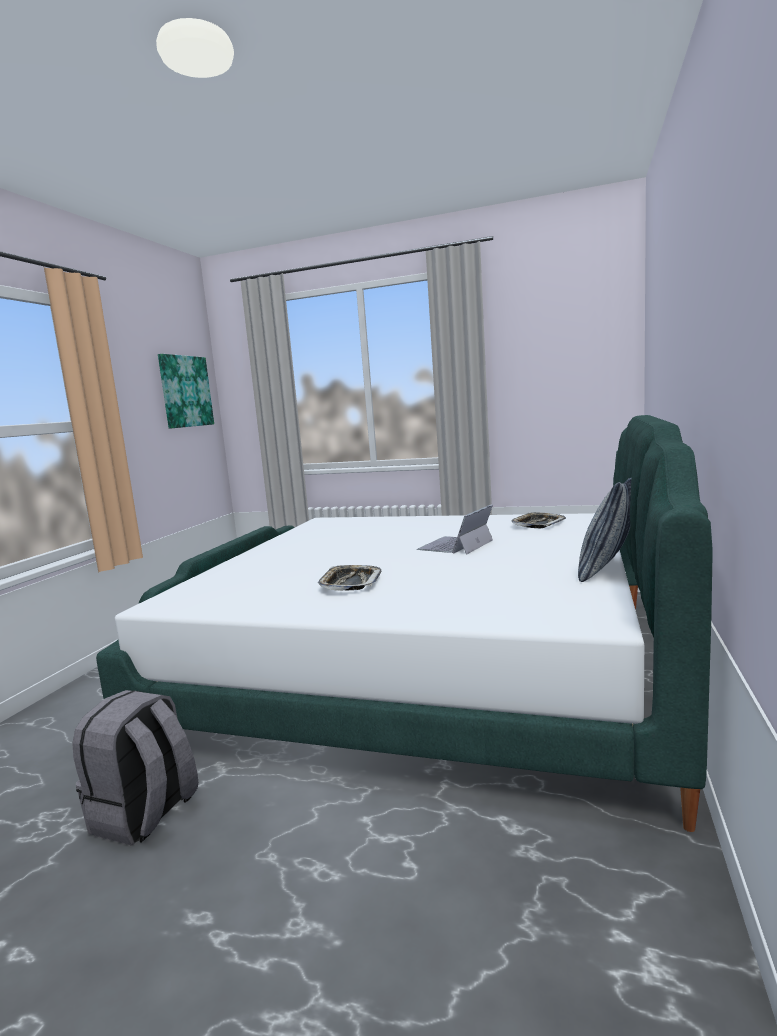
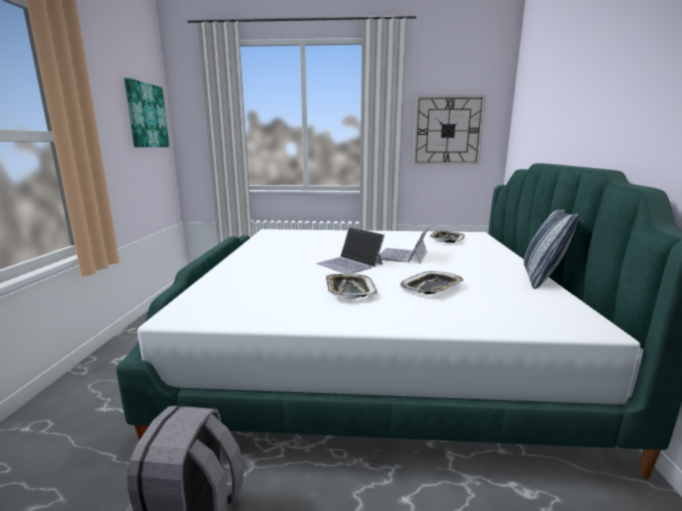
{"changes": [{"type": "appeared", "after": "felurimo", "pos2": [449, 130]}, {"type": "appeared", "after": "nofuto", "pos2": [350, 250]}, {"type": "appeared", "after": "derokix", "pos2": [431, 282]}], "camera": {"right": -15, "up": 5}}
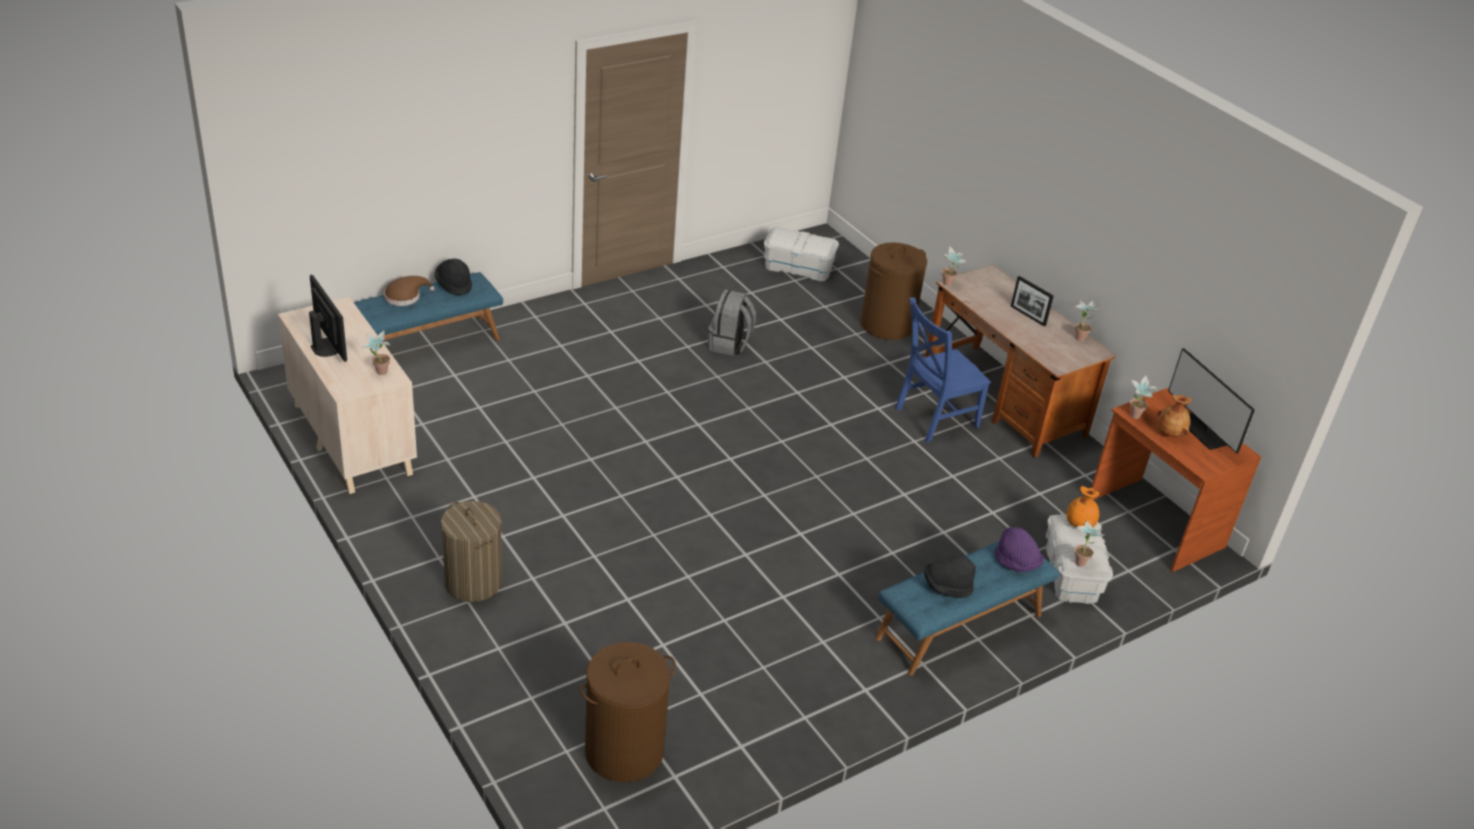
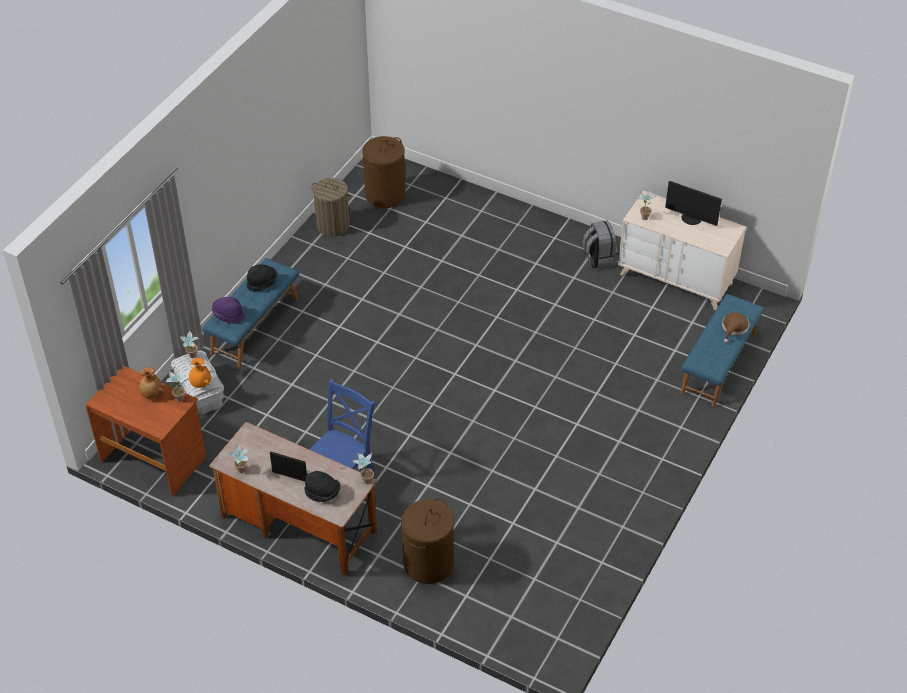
{"changes": [{"type": "missing", "before": "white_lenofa", "pos1": [801, 254]}, {"type": "relocated", "before": "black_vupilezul", "pos1": [453, 276], "pos2": [322, 486]}, {"type": "relocated", "before": "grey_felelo", "pos1": [732, 322], "pos2": [601, 244]}, {"type": "missing", "before": "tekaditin", "pos1": [1211, 400]}, {"type": "relocated", "before": "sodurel", "pos1": [471, 551], "pos2": [330, 207]}], "camera": {"right": 155, "up": 10}}
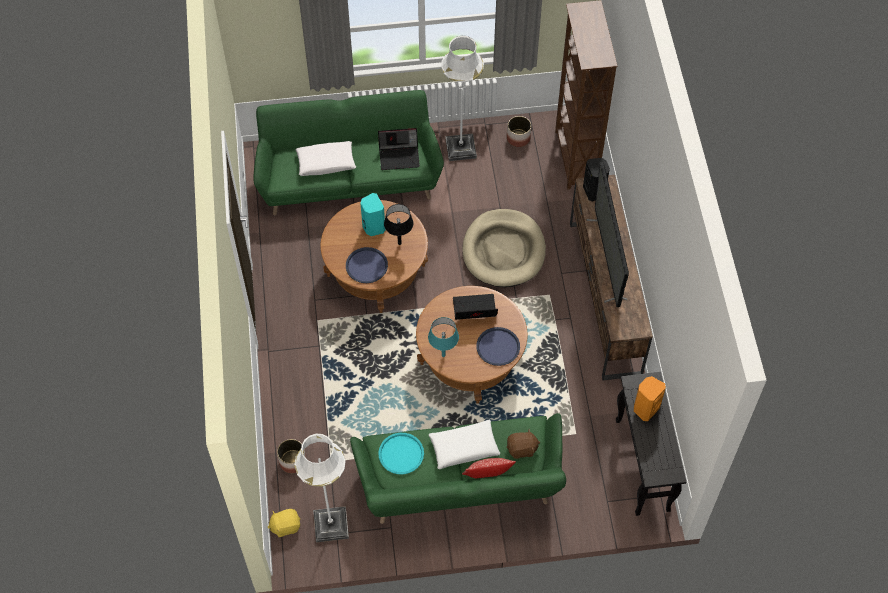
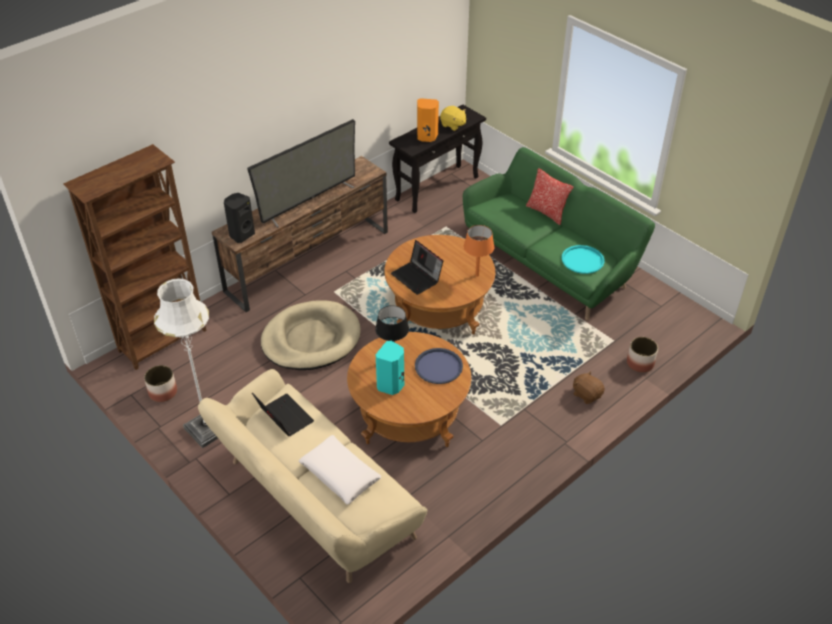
{"changes": [{"type": "colour", "before": "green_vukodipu", "after": "beige_vukodipu", "pos1": [349, 152], "pos2": [313, 476]}, {"type": "colour", "before": "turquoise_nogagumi", "after": "orange_nogagumi", "pos1": [443, 337], "pos2": [479, 250]}, {"type": "missing", "before": "blue_derokix", "pos1": [498, 346]}, {"type": "missing", "before": "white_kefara", "pos1": [464, 444]}, {"type": "relocated", "before": "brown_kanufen", "pos1": [523, 444], "pos2": [589, 387]}, {"type": "missing", "before": "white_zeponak", "pos1": [321, 488]}, {"type": "relocated", "before": "yellow_kanufen", "pos1": [284, 523], "pos2": [453, 118]}], "camera": {"right": -125, "up": -15}}
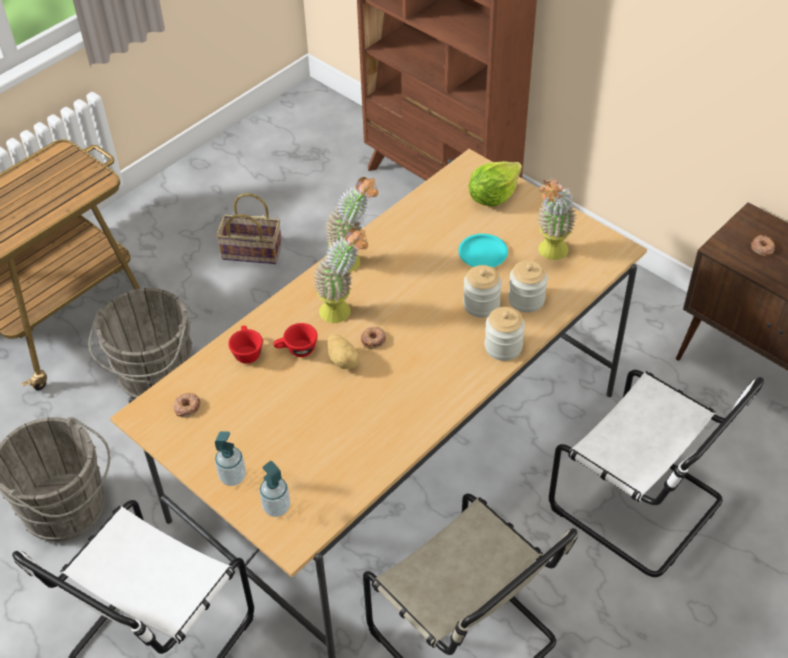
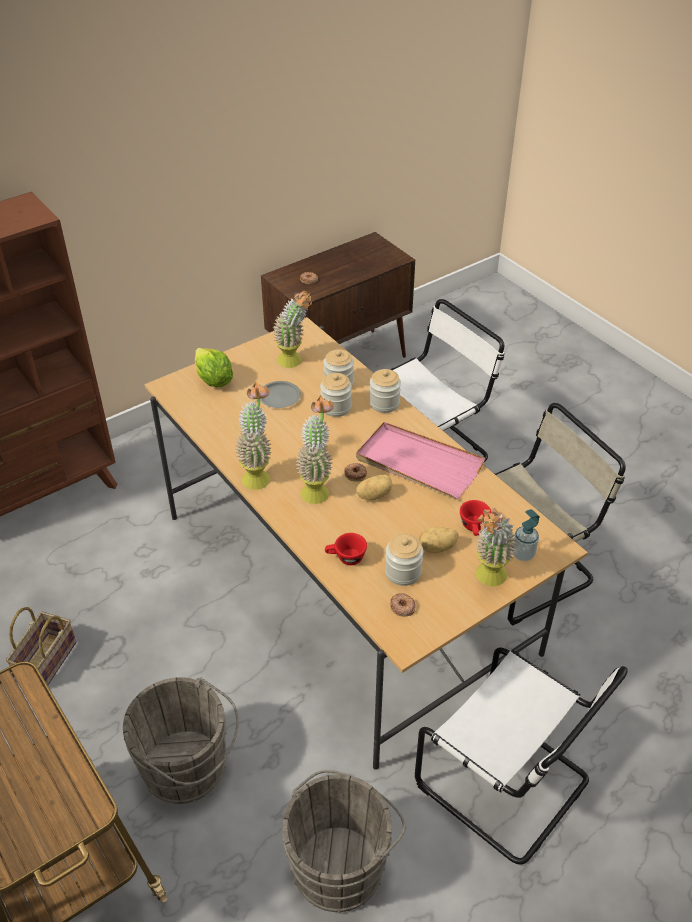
{"changes": [{"type": "colour", "before": "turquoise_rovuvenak", "after": "grey_rovuvenak", "pos1": [483, 250], "pos2": [280, 394]}, {"type": "relocated", "before": "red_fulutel", "pos1": [295, 340], "pos2": [475, 518]}, {"type": "exchanged", "before": "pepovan", "after": "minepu", "pos1": [230, 458], "pos2": [496, 547]}, {"type": "appeared", "after": "pink_derokix", "pos2": [420, 460]}, {"type": "appeared", "after": "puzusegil", "pos2": [439, 540]}, {"type": "appeared", "after": "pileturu", "pos2": [404, 560]}], "camera": {"right": -80, "up": -5}}
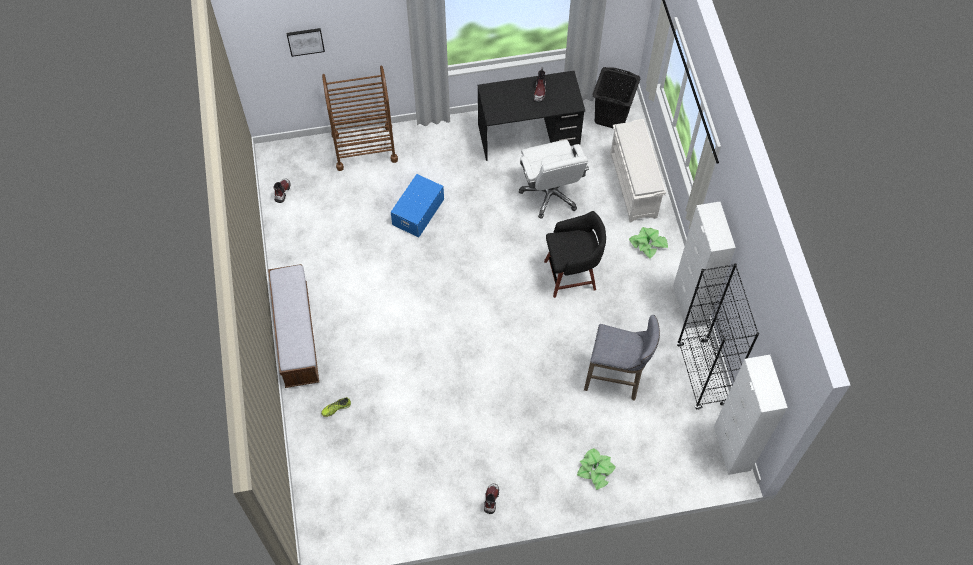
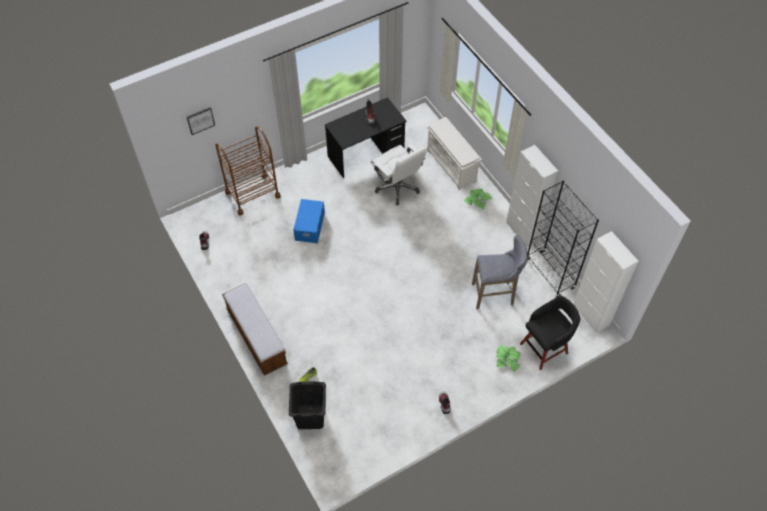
{"changes": [{"type": "relocated", "before": "black_sodurel", "pos1": [616, 97], "pos2": [307, 405]}, {"type": "relocated", "before": "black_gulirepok", "pos1": [575, 254], "pos2": [550, 332]}], "camera": {"right": -20, "up": -5}}
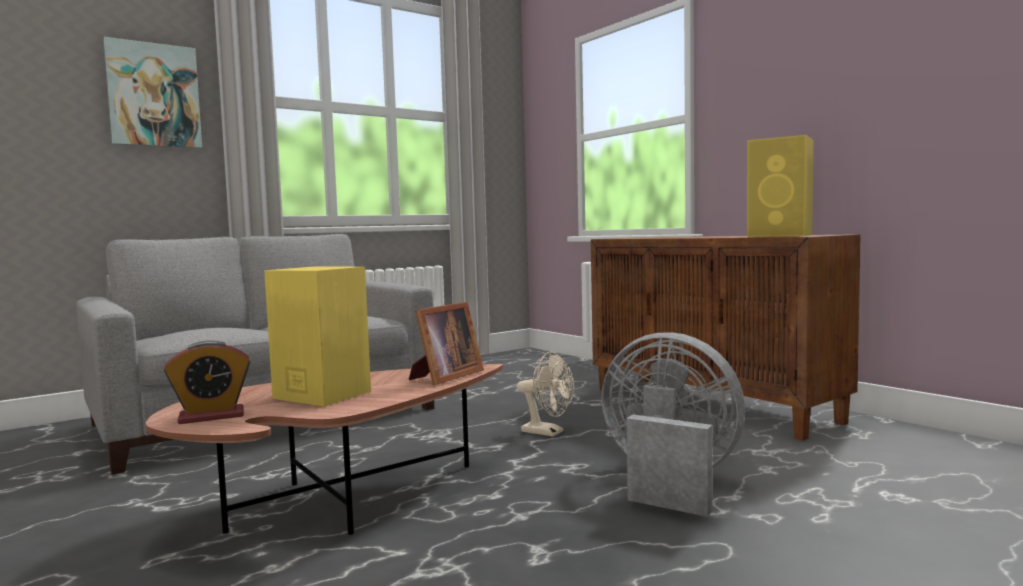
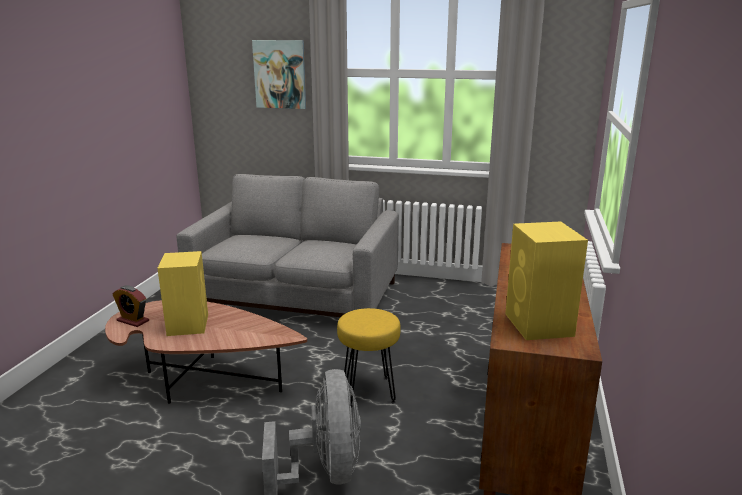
{"changes": [{"type": "missing", "before": "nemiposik", "pos1": [446, 343]}, {"type": "exchanged", "before": "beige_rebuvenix", "after": "yellow_gulirepok", "pos1": [545, 394], "pos2": [369, 357]}], "camera": {"right": 50, "up": 15}}
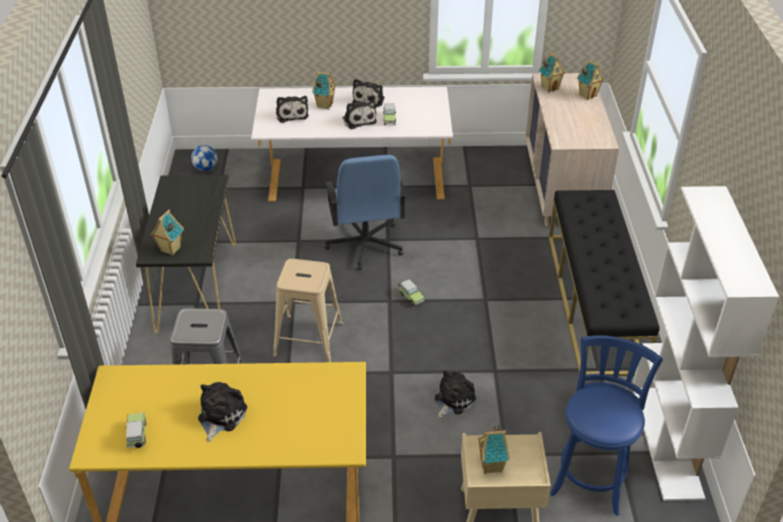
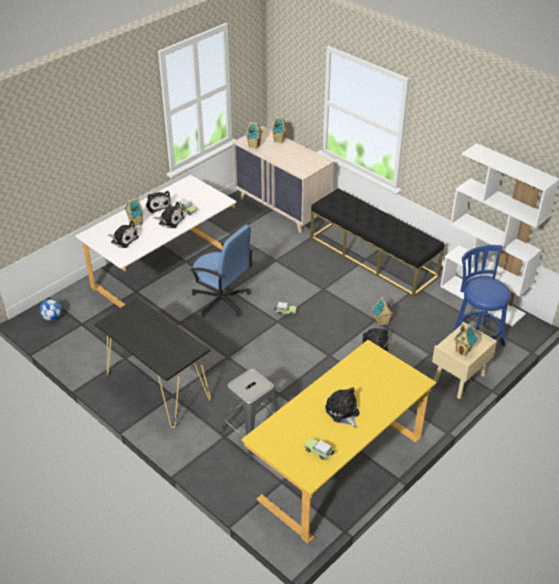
{"changes": [{"type": "relocated", "before": "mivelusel", "pos1": [167, 233], "pos2": [382, 311]}, {"type": "missing", "before": "beige_gulirepok", "pos1": [308, 310]}], "camera": {"right": -45, "up": 0}}
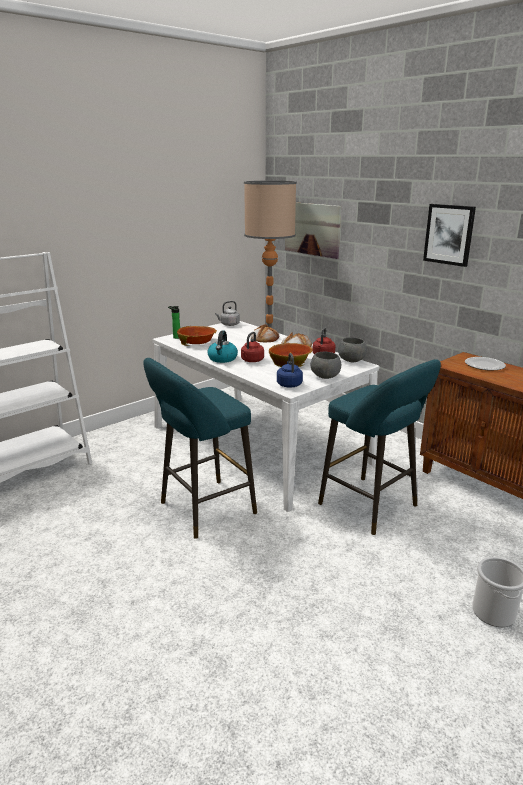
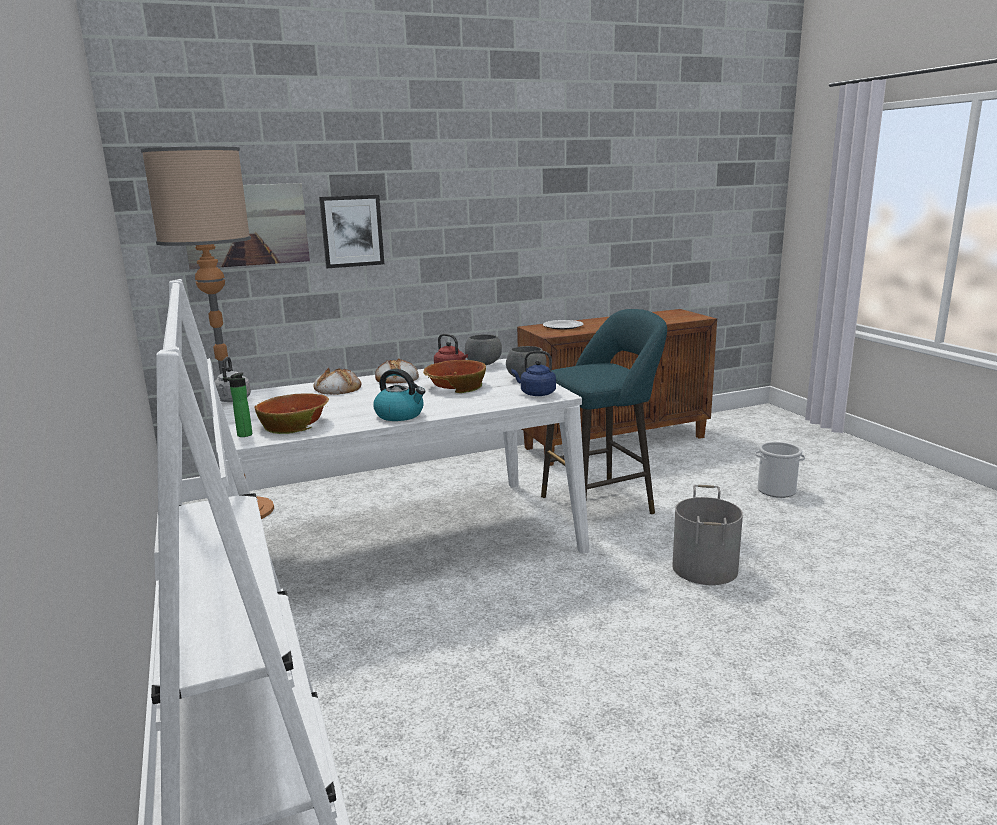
{"changes": [{"type": "relocated", "before": "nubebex", "pos1": [449, 235], "pos2": [351, 231]}, {"type": "missing", "before": "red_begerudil", "pos1": [252, 347]}, {"type": "missing", "before": "turquoise_gulirepok", "pos1": [200, 448]}, {"type": "appeared", "after": "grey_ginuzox", "pos2": [707, 535]}], "camera": {"right": -70, "up": -5}}
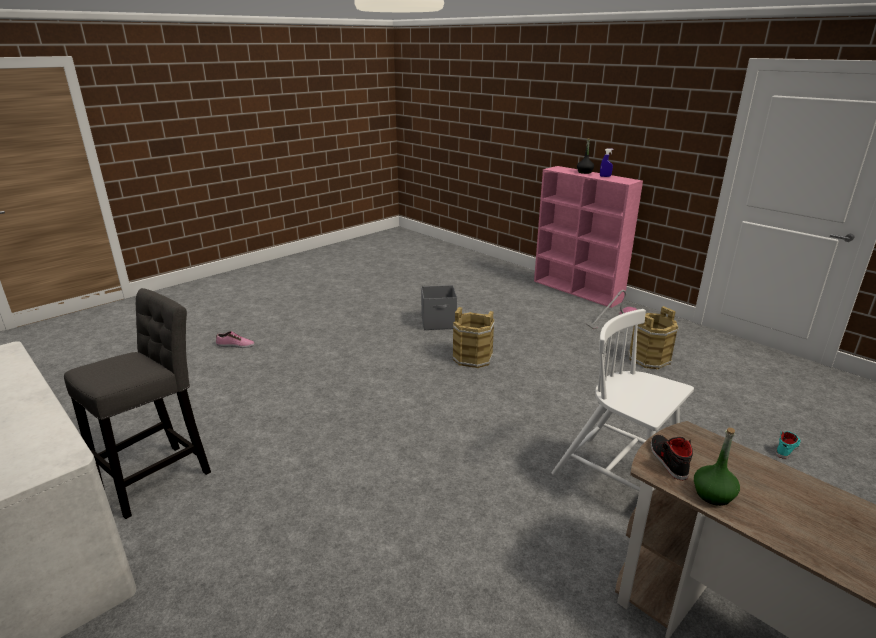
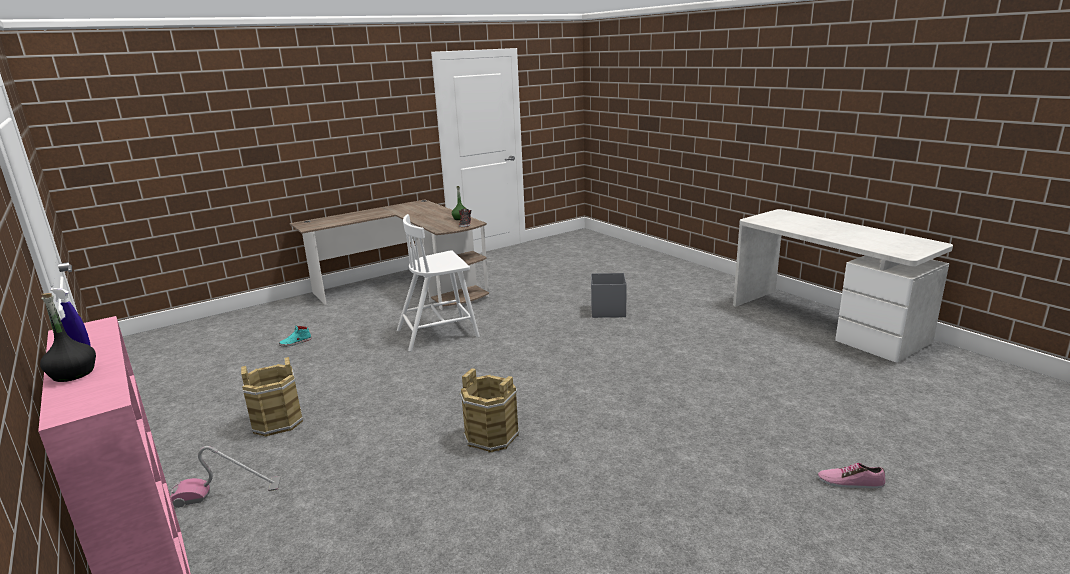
{"changes": [{"type": "relocated", "before": "grey_lenofa", "pos1": [439, 307], "pos2": [609, 295]}, {"type": "missing", "before": "grey_gulirepok", "pos1": [137, 403]}, {"type": "spun", "before": "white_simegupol", "pos1": [623, 400], "pos2": [438, 283], "turn": 105}], "camera": {"right": -170, "up": -5}}
